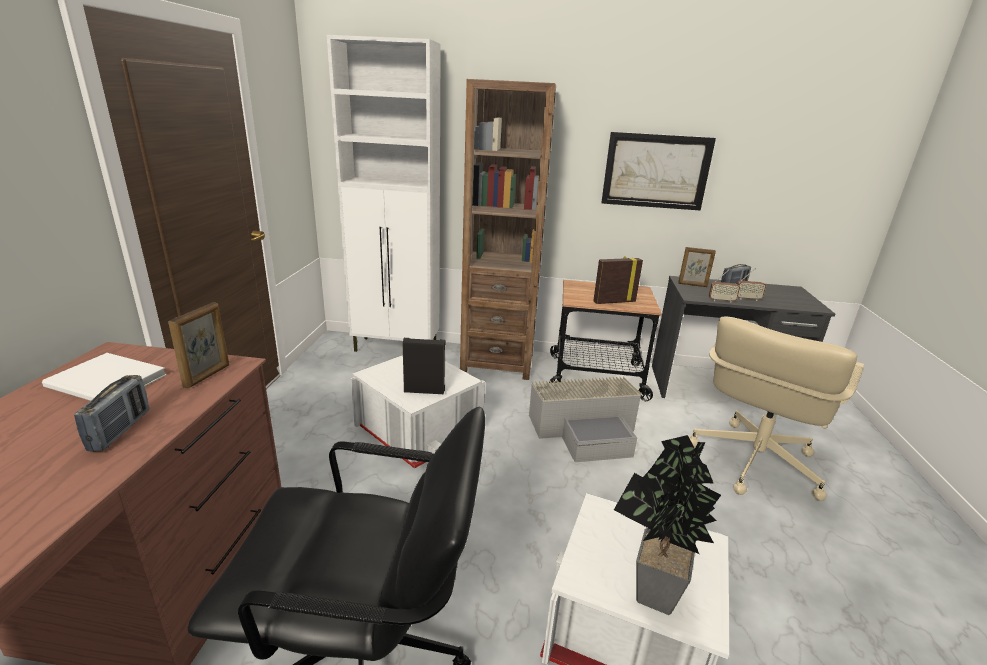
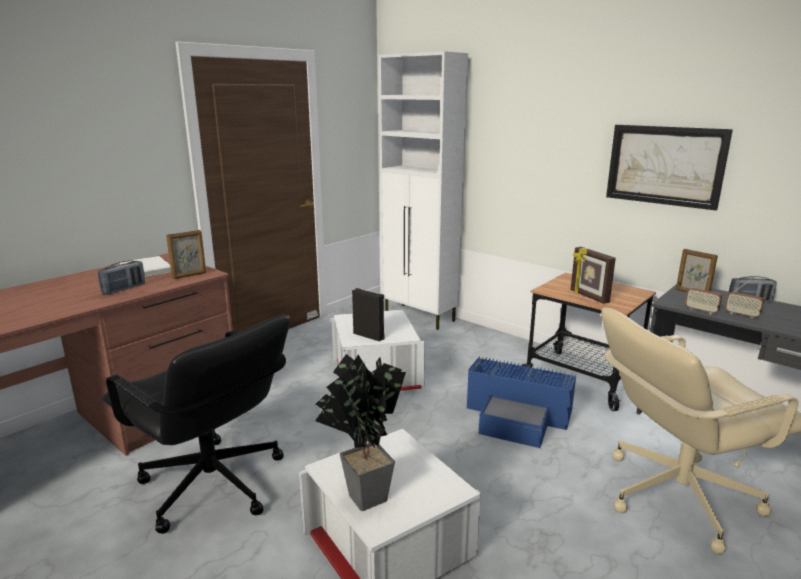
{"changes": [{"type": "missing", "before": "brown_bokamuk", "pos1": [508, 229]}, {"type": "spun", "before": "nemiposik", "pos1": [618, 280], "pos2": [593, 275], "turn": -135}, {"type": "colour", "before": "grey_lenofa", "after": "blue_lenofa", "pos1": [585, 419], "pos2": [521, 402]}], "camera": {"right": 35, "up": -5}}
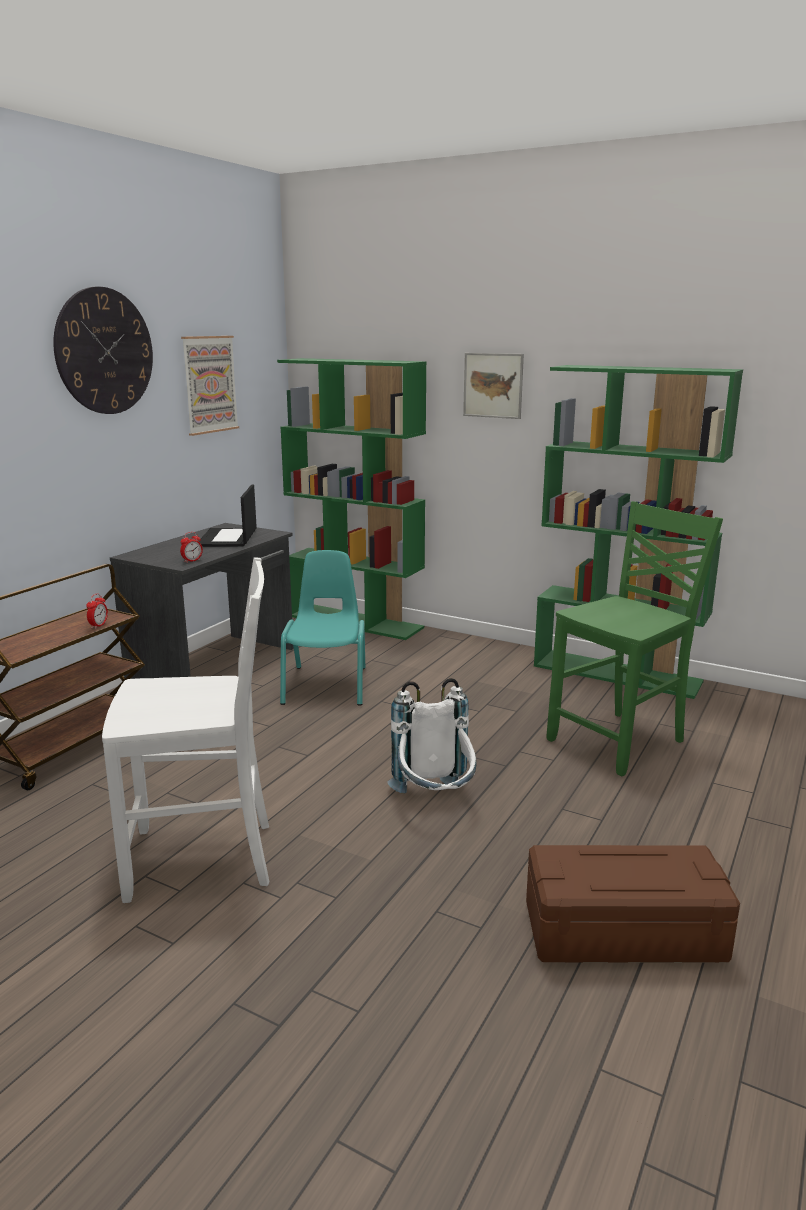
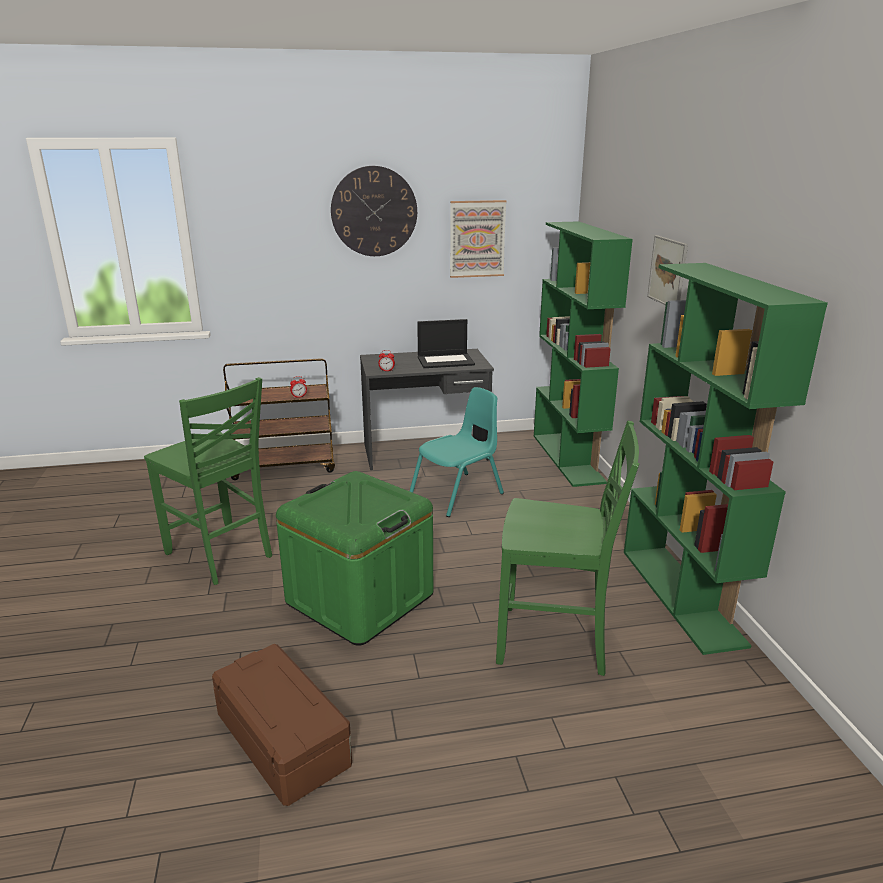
{"changes": [{"type": "spun", "before": "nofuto", "pos1": [228, 515], "pos2": [446, 343], "turn": -150}, {"type": "colour", "before": "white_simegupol", "after": "green_simegupol", "pos1": [185, 730], "pos2": [208, 481]}, {"type": "exchanged", "before": "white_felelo", "after": "green_lenofa", "pos1": [432, 735], "pos2": [354, 558]}], "camera": {"right": 50, "up": 5}}
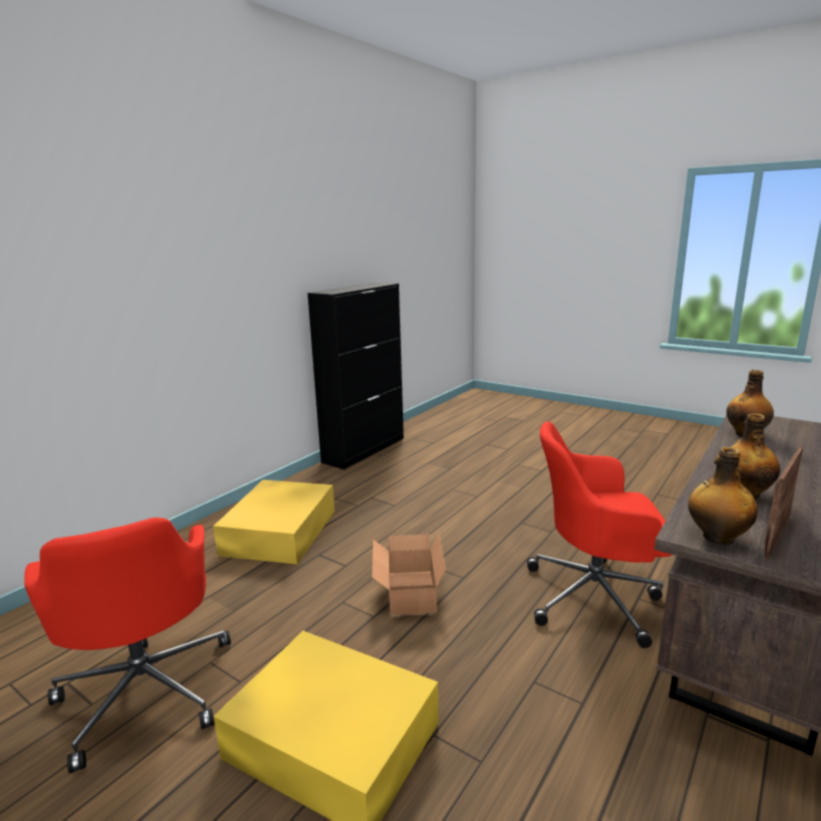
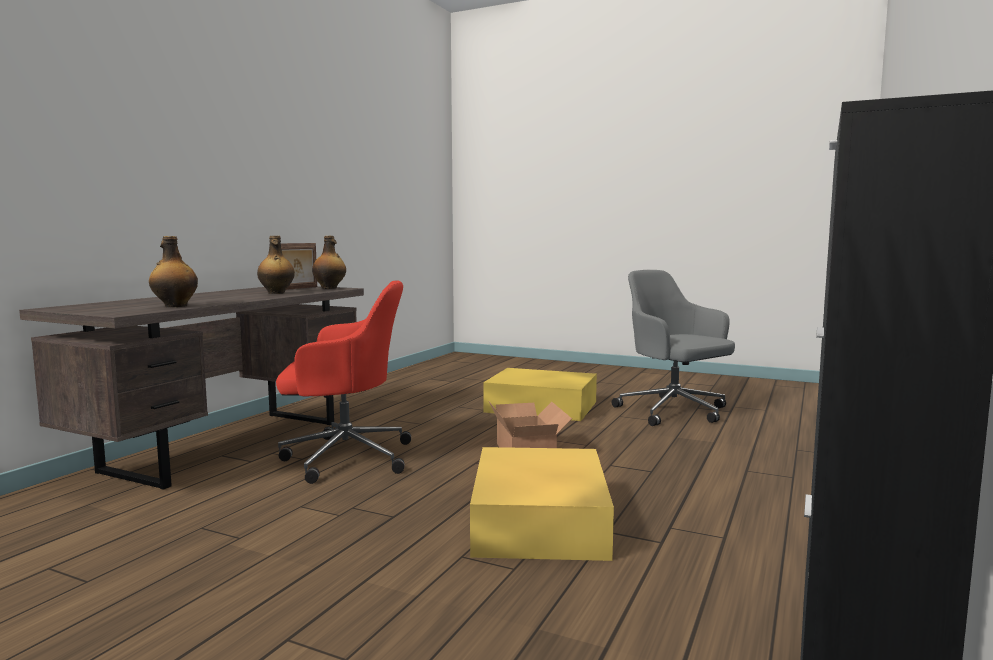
{"changes": [{"type": "relocated", "before": "yellow_lenofa", "pos1": [274, 522], "pos2": [542, 504]}, {"type": "colour", "before": "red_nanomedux", "after": "grey_nanomedux", "pos1": [127, 645], "pos2": [673, 348]}], "camera": {"right": 170, "up": -10}}
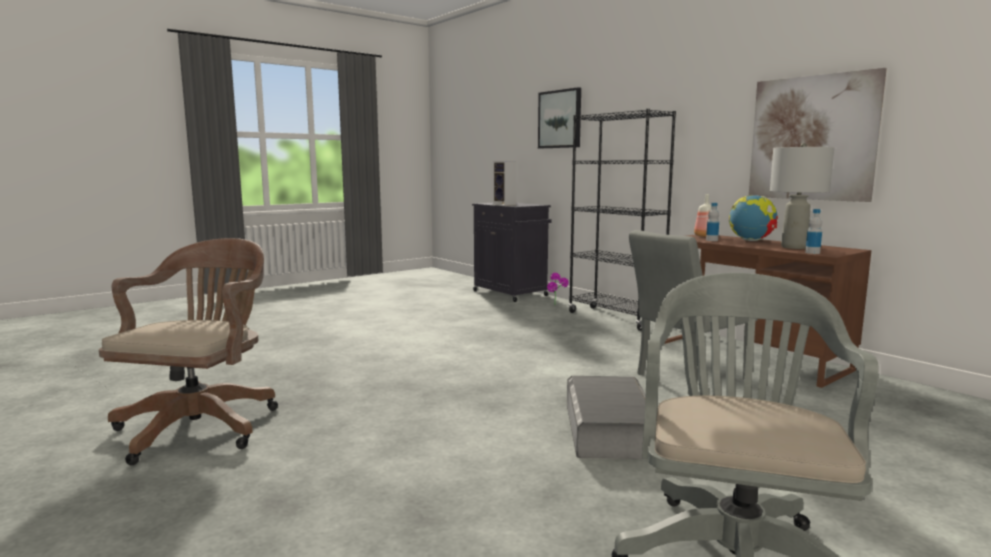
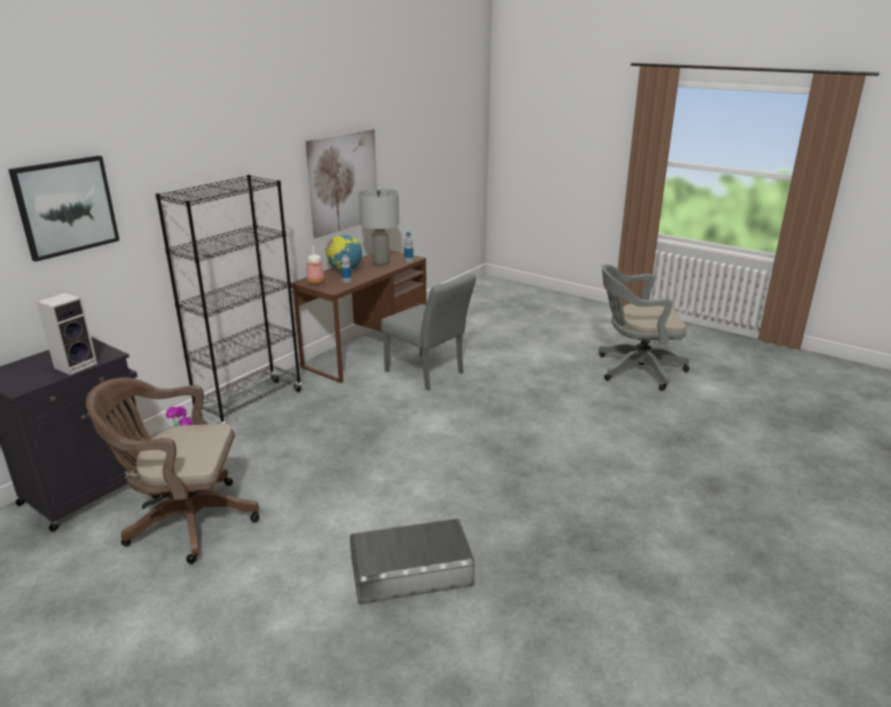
{"changes": [{"type": "relocated", "before": "brown_nanomedux", "pos1": [188, 351], "pos2": [172, 471]}, {"type": "relocated", "before": "grey_lenofa", "pos1": [606, 417], "pos2": [412, 561]}], "camera": {"right": -105, "up": 15}}
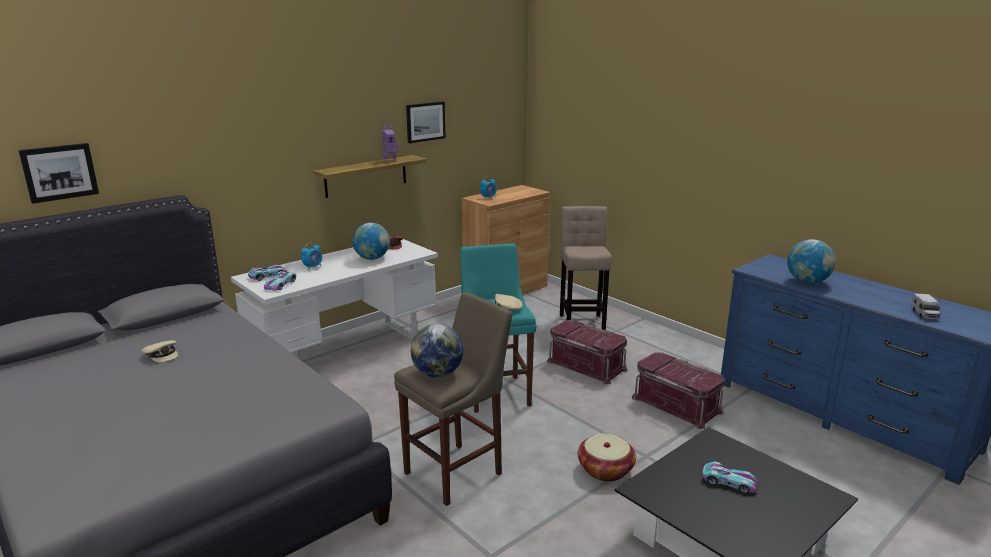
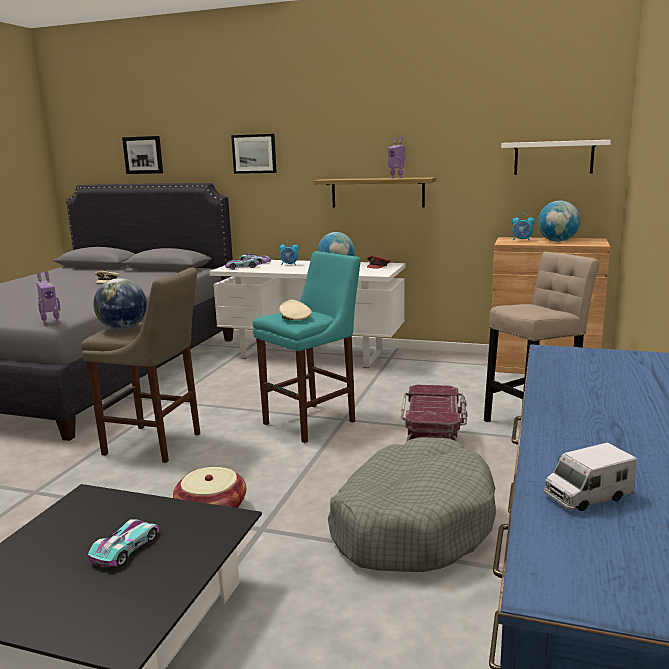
{"changes": [{"type": "relocated", "before": "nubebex", "pos1": [426, 122], "pos2": [254, 154]}, {"type": "relocated", "before": "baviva", "pos1": [811, 261], "pos2": [559, 221]}, {"type": "exchanged", "before": "red_lenofa", "after": "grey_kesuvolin", "pos1": [678, 391], "pos2": [412, 504]}, {"type": "spun", "before": "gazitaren", "pos1": [730, 477], "pos2": [124, 543], "turn": -150}, {"type": "appeared", "after": "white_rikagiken", "pos2": [556, 157]}, {"type": "appeared", "after": "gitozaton", "pos2": [48, 297]}], "camera": {"right": 60, "up": -5}}
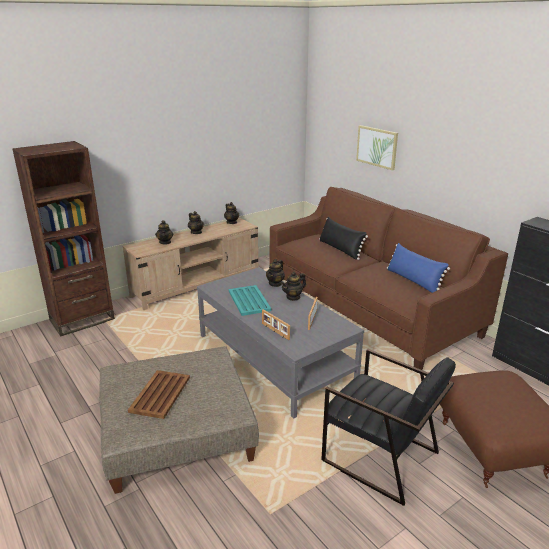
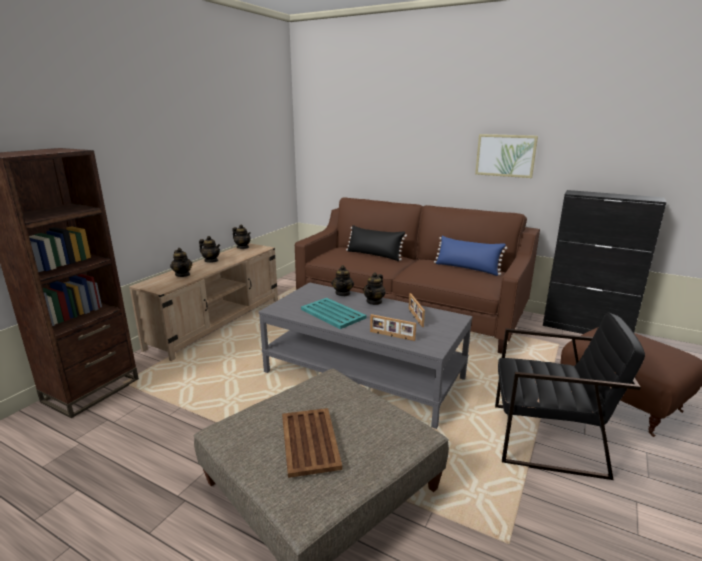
{"changes": [{"type": "relocated", "before": "nubebex", "pos1": [377, 148], "pos2": [506, 156]}], "camera": {"right": -25, "up": -5}}
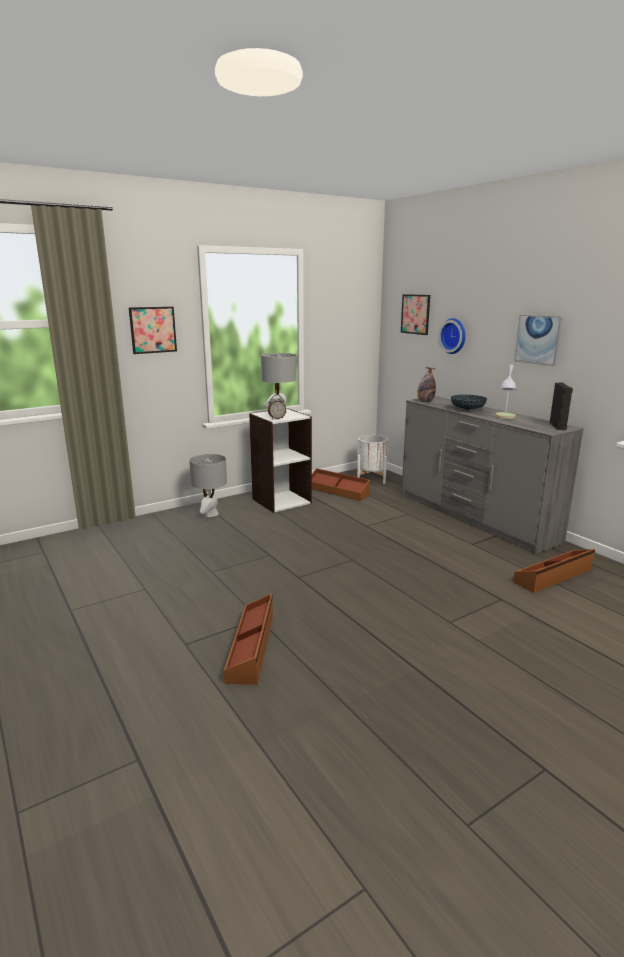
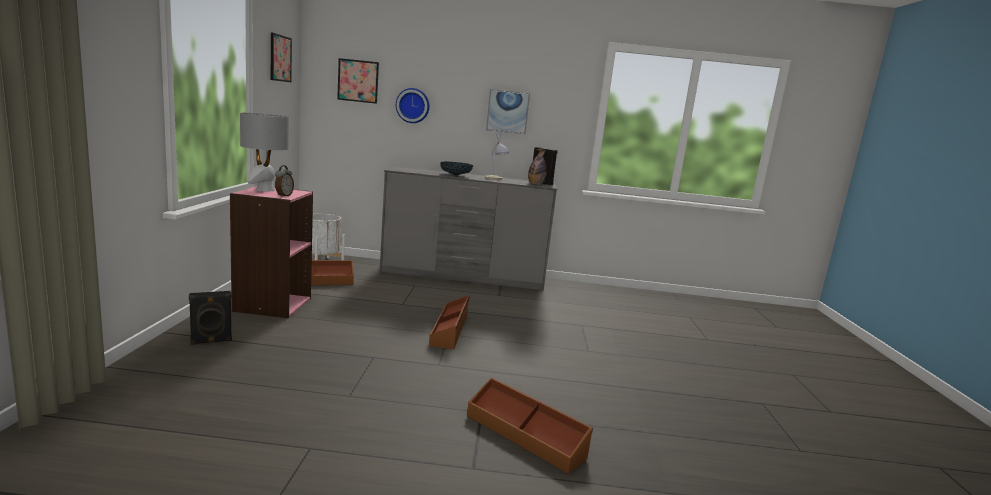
{"changes": [{"type": "relocated", "before": "nubebex", "pos1": [153, 330], "pos2": [281, 57]}, {"type": "relocated", "before": "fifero", "pos1": [426, 384], "pos2": [537, 167]}, {"type": "colour", "before": "white_bokamuk", "after": "pink_bokamuk", "pos1": [280, 460], "pos2": [271, 252]}, {"type": "exchanged", "before": "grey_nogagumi", "after": "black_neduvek", "pos1": [208, 485], "pos2": [210, 318]}, {"type": "relocated", "before": "brown_lenofa", "pos1": [554, 571], "pos2": [449, 322]}], "camera": {"right": -55, "up": -5}}
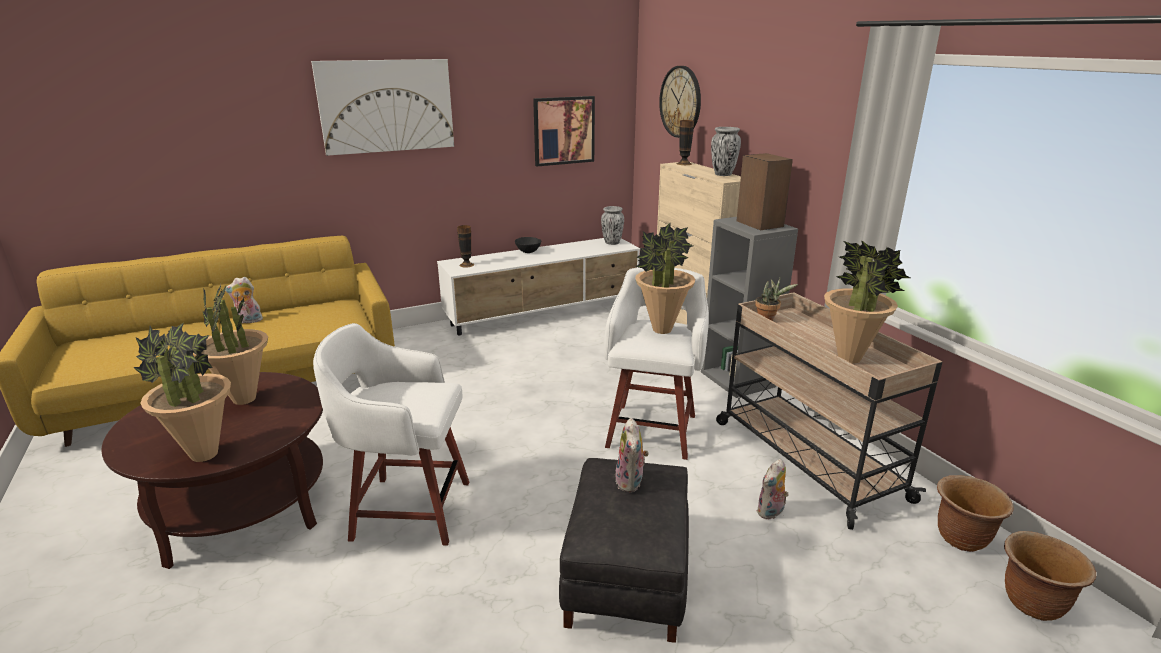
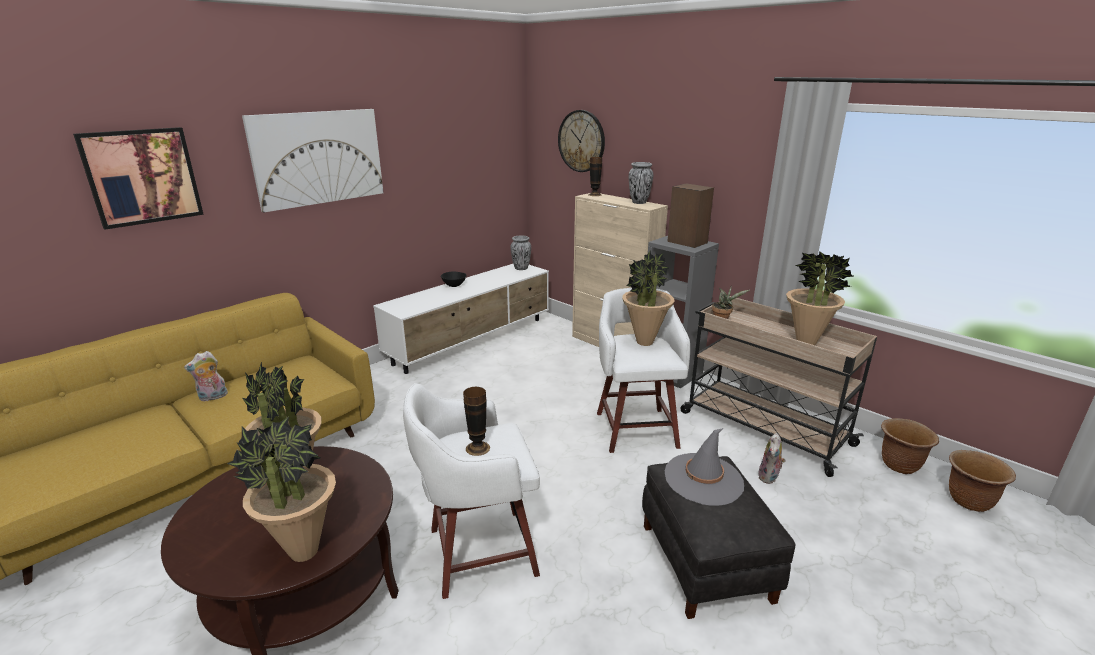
{"changes": [{"type": "relocated", "before": "nubebex", "pos1": [564, 131], "pos2": [138, 178]}, {"type": "relocated", "before": "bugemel", "pos1": [465, 246], "pos2": [476, 421]}, {"type": "exchanged", "before": "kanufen", "after": "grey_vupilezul", "pos1": [632, 455], "pos2": [704, 467]}], "camera": {"right": -20, "up": 0}}
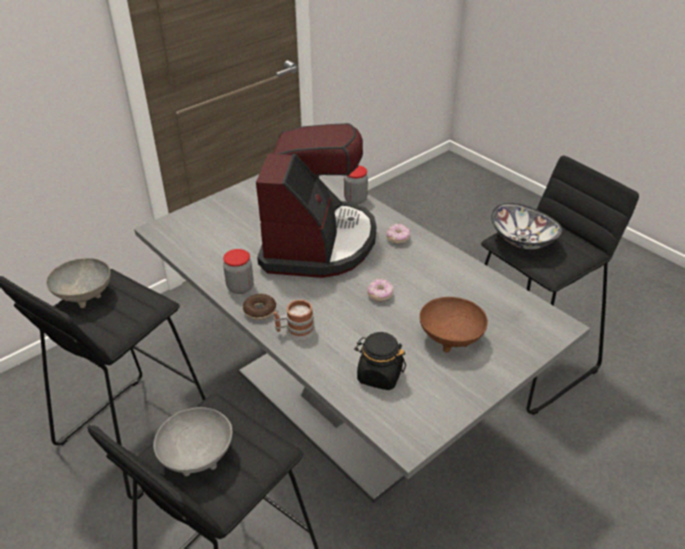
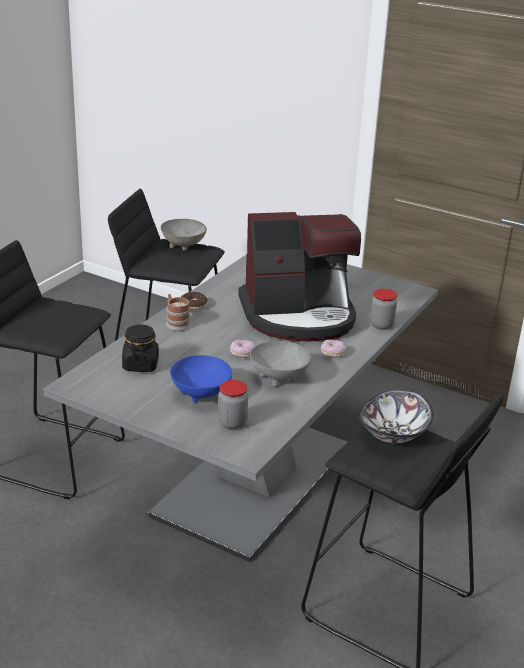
{"changes": [{"type": "relocated", "before": "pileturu", "pos1": [238, 271], "pos2": [233, 404]}, {"type": "colour", "before": "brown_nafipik", "after": "blue_nafipik", "pos1": [453, 325], "pos2": [201, 379]}, {"type": "relocated", "before": "grey_nafipik", "pos1": [192, 441], "pos2": [280, 364]}], "camera": {"right": 70, "up": -10}}
